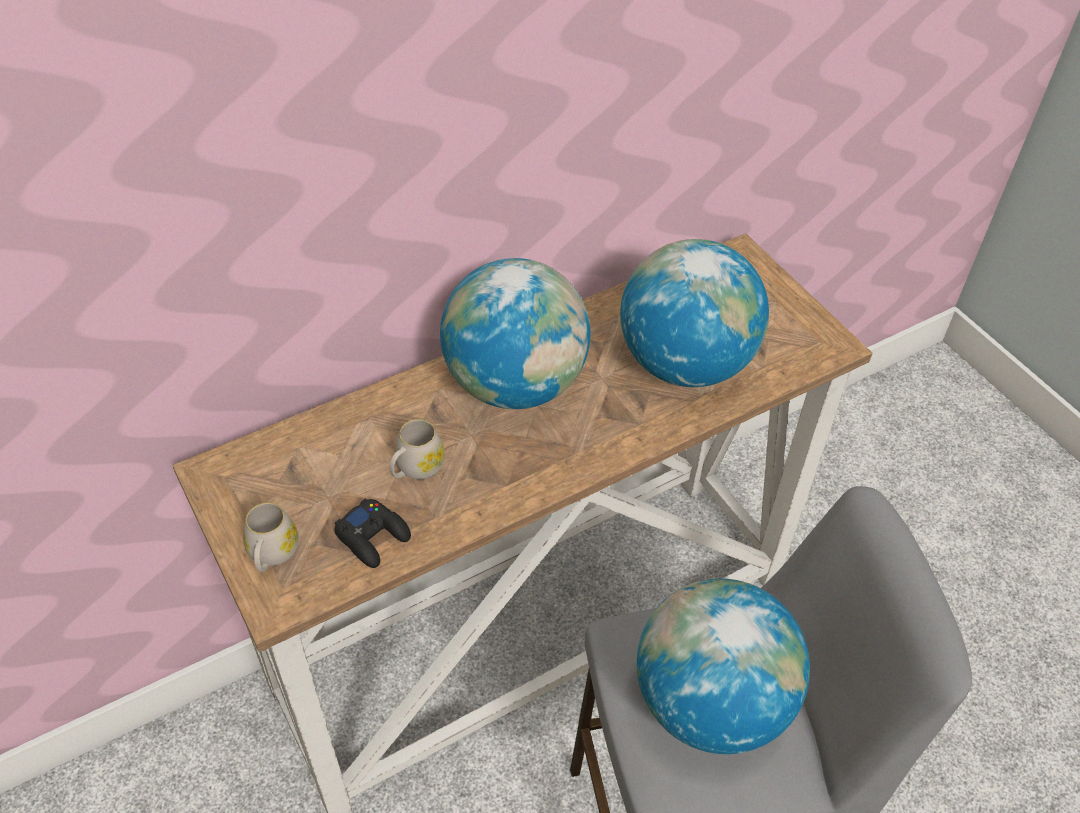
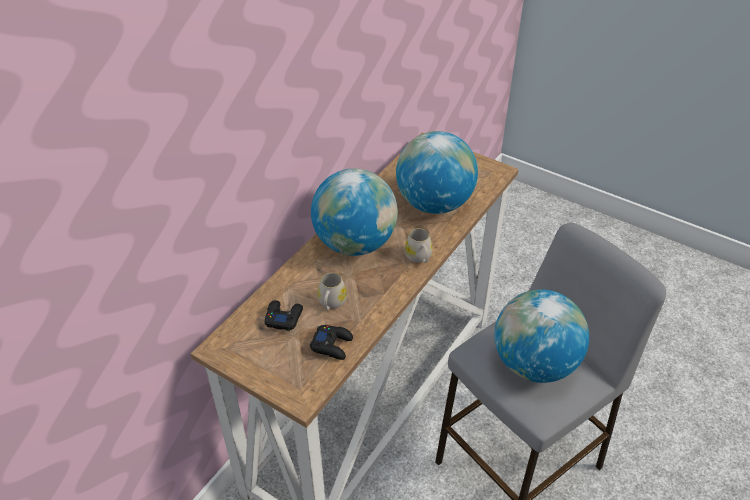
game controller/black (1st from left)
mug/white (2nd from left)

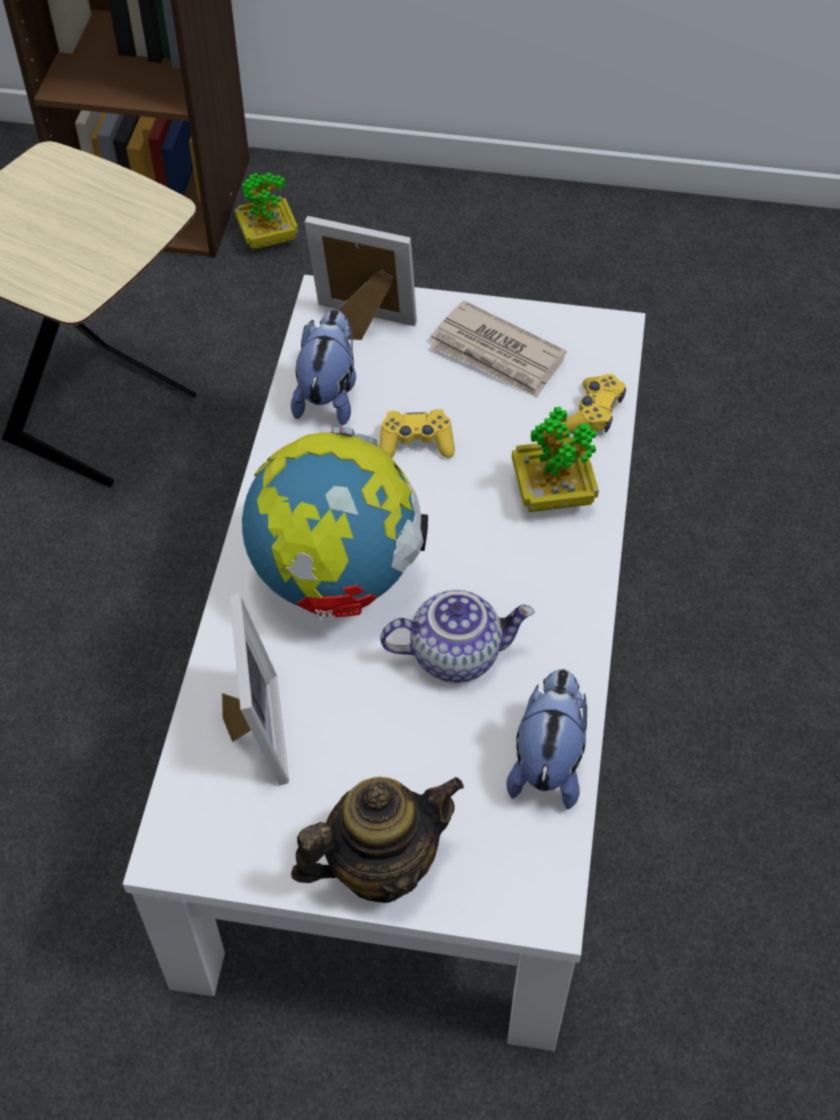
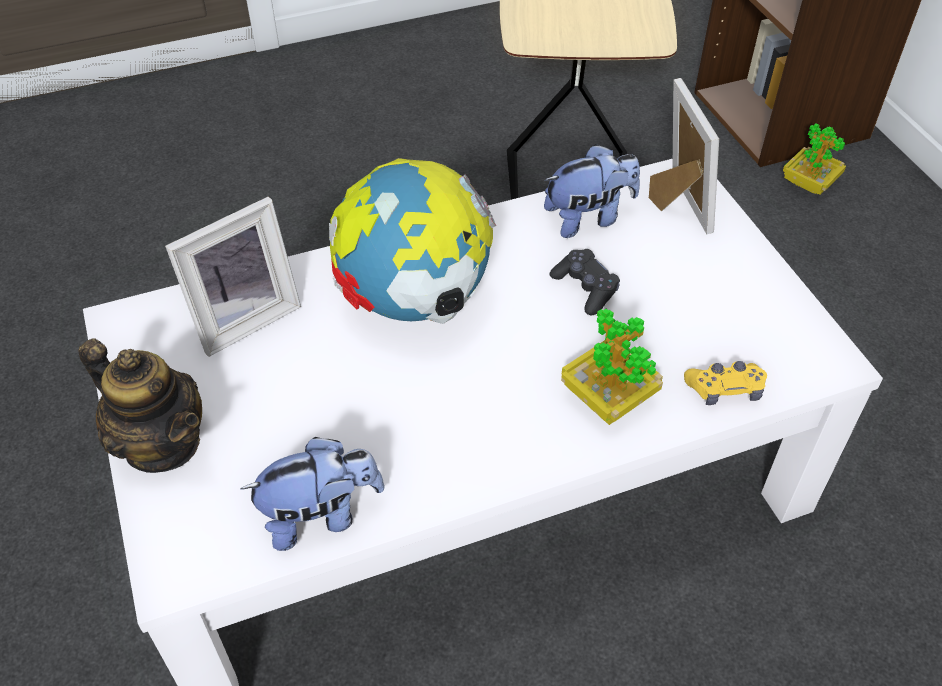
teapot (2nd from left in the first image)
newspaper
game controller/black

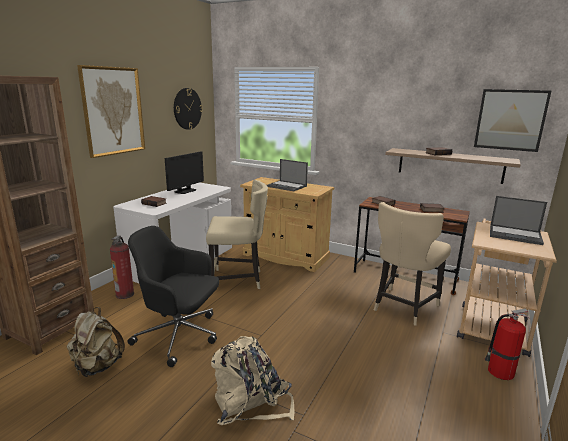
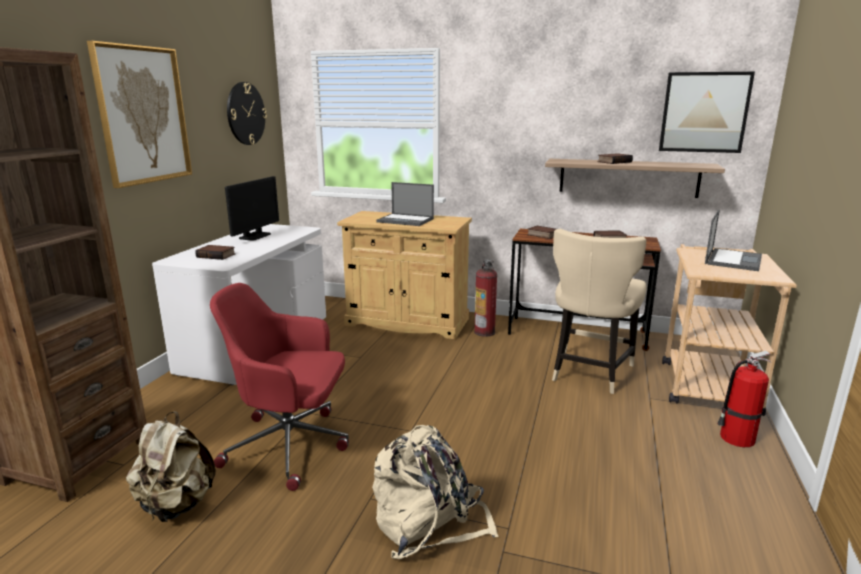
chair/beige (1st from left in the first image)
fire extinguisher (1st from left)
office chair/red
laptop (2nd from left)

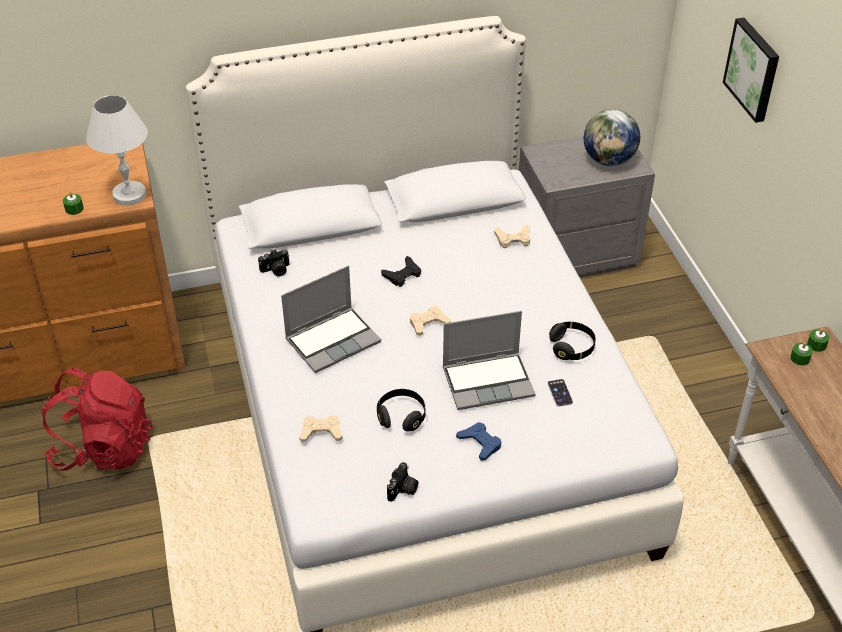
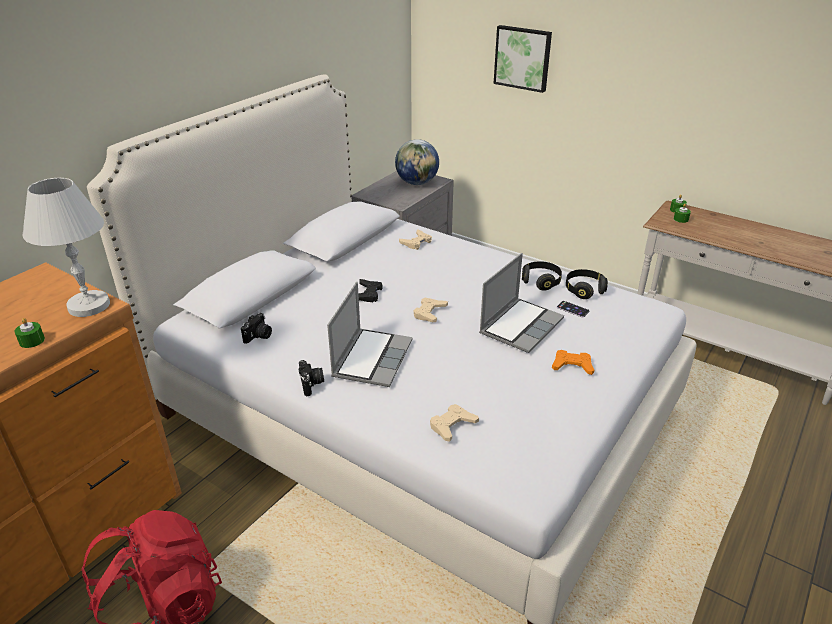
headphones/black (2nd from left)
photo camera (2nd from left)
game controller/orange

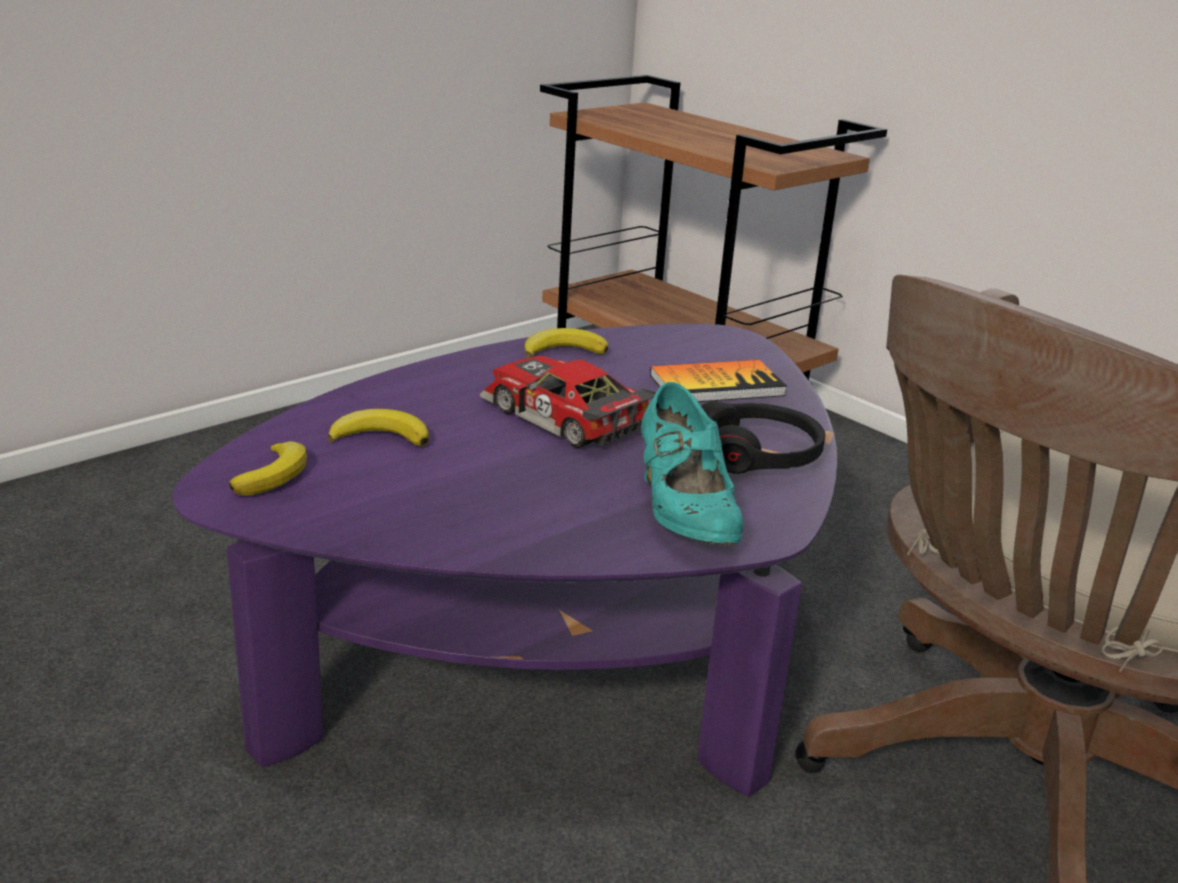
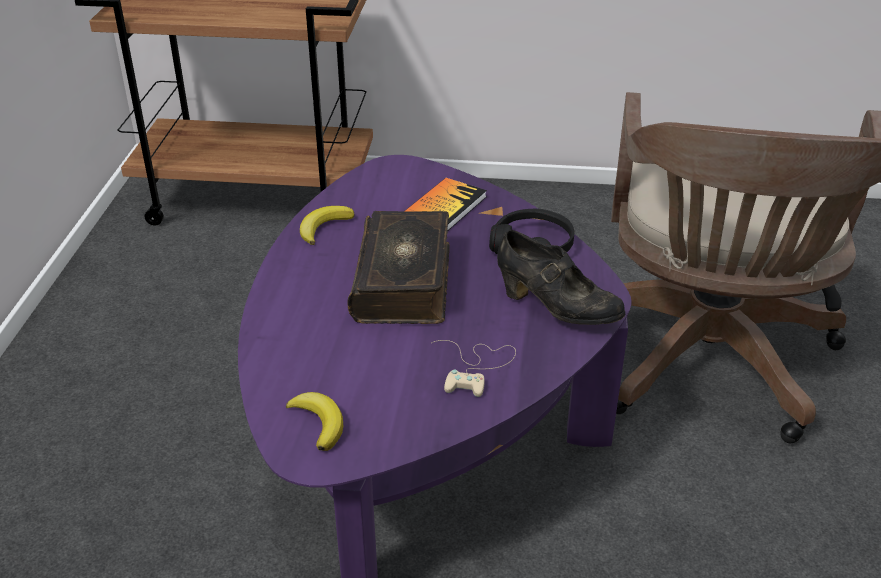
banana (2nd from left in the first image)
game controller/beige
book (1st from left)
shoe/black

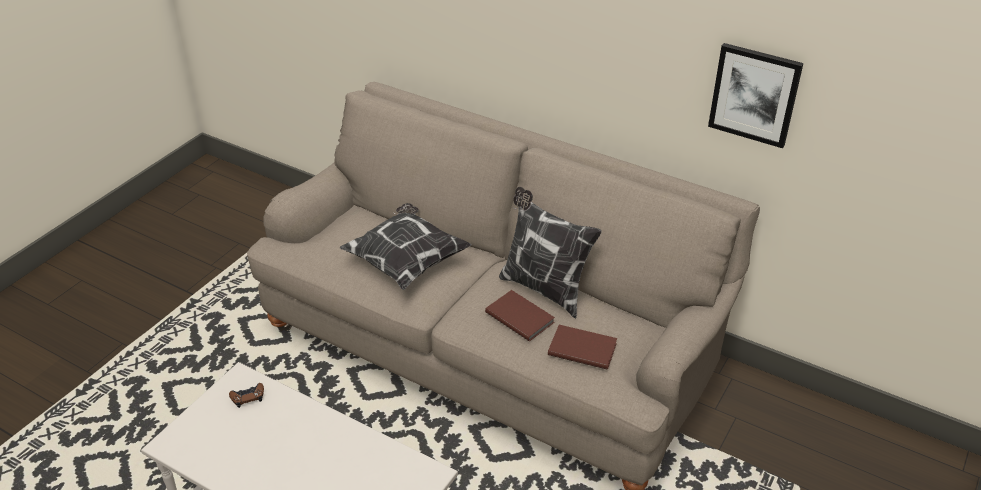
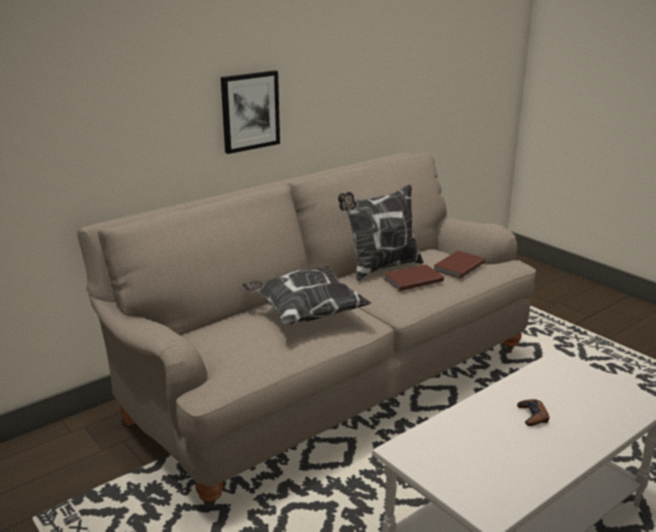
game controller/brown
picture

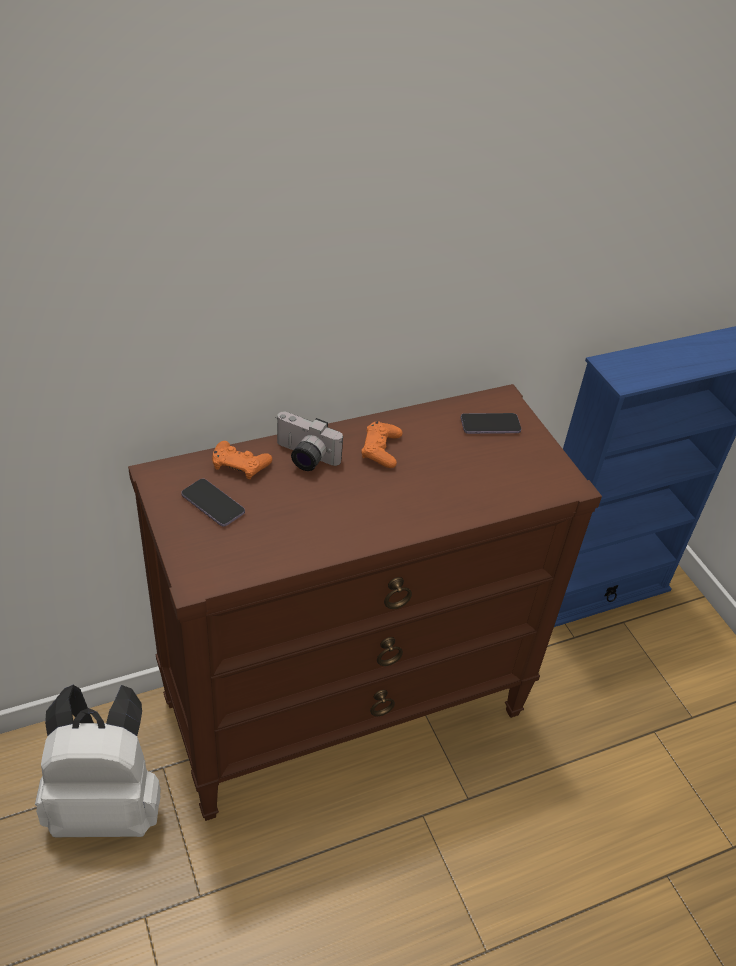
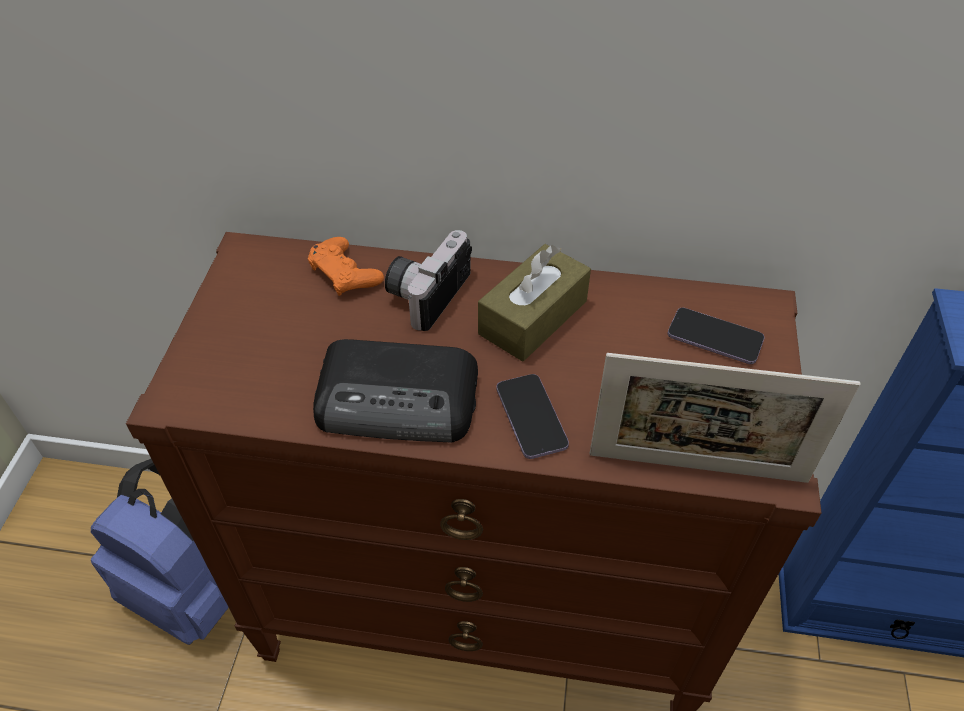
radio
picture frame
phone (1st from left)
tissue box/brown
backpack/blue
photo camera

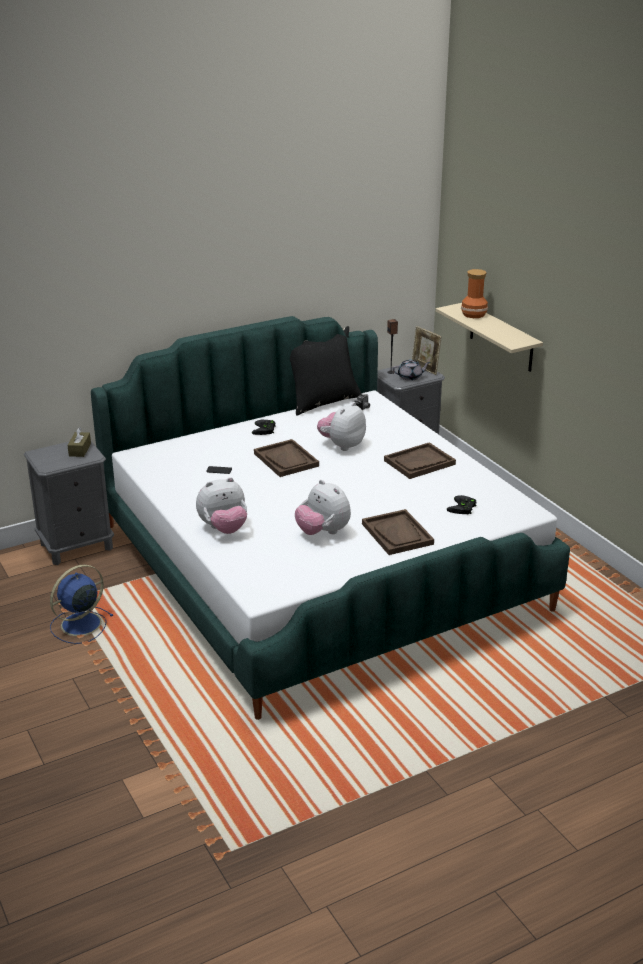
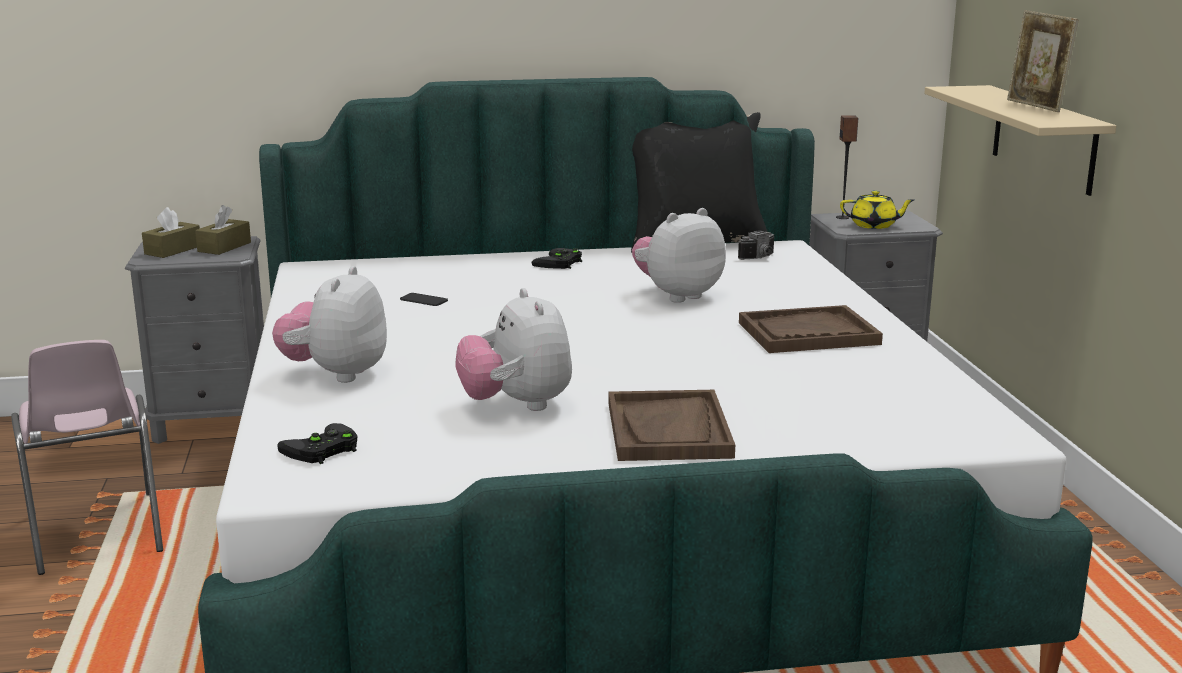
tray/brown (1st from left in the first image)
vase
tissue box/brown (1st from left)
picture frame
game controller/black (1st from left)
chair/pink
teapot/yellow
plush toy (1st from left)

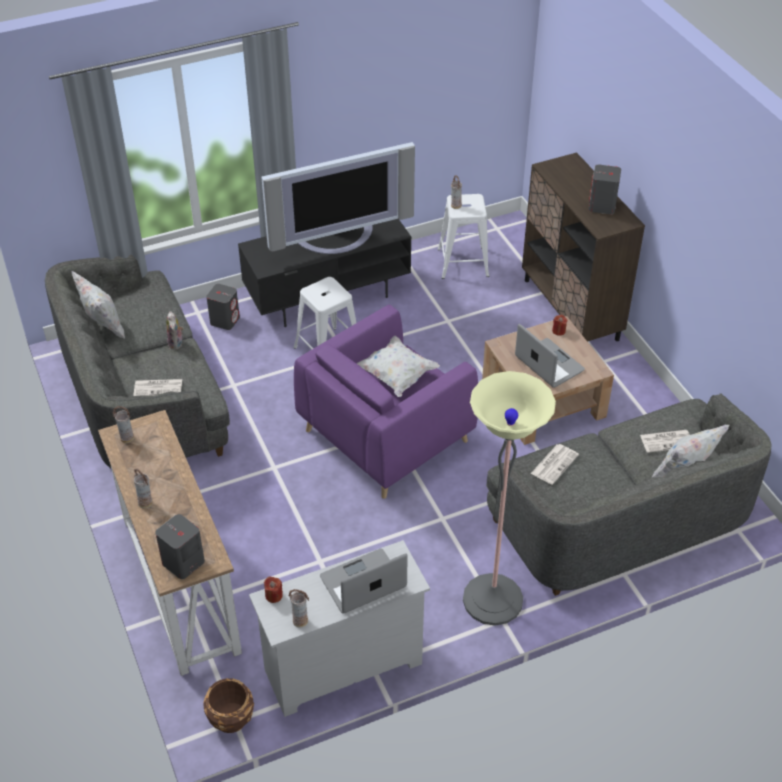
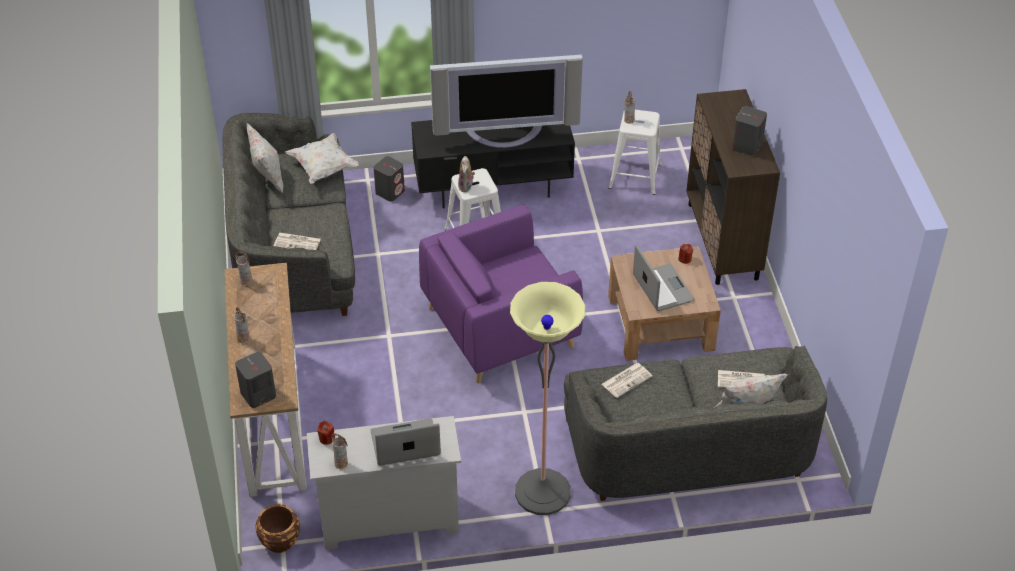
plush toy
pillow/white (2nd from left)

